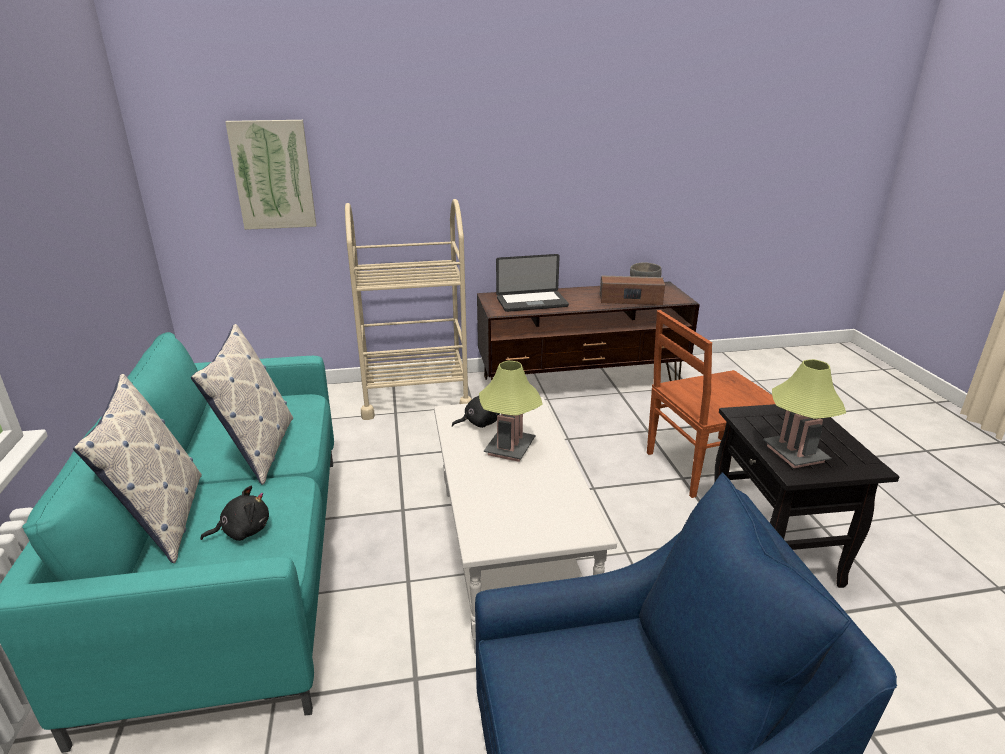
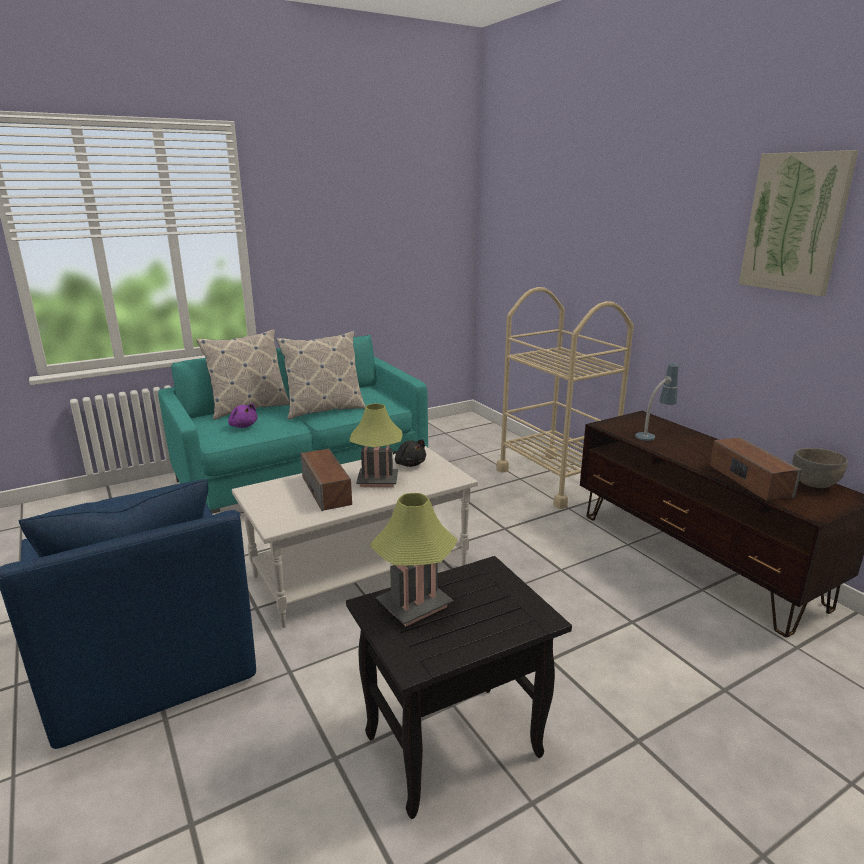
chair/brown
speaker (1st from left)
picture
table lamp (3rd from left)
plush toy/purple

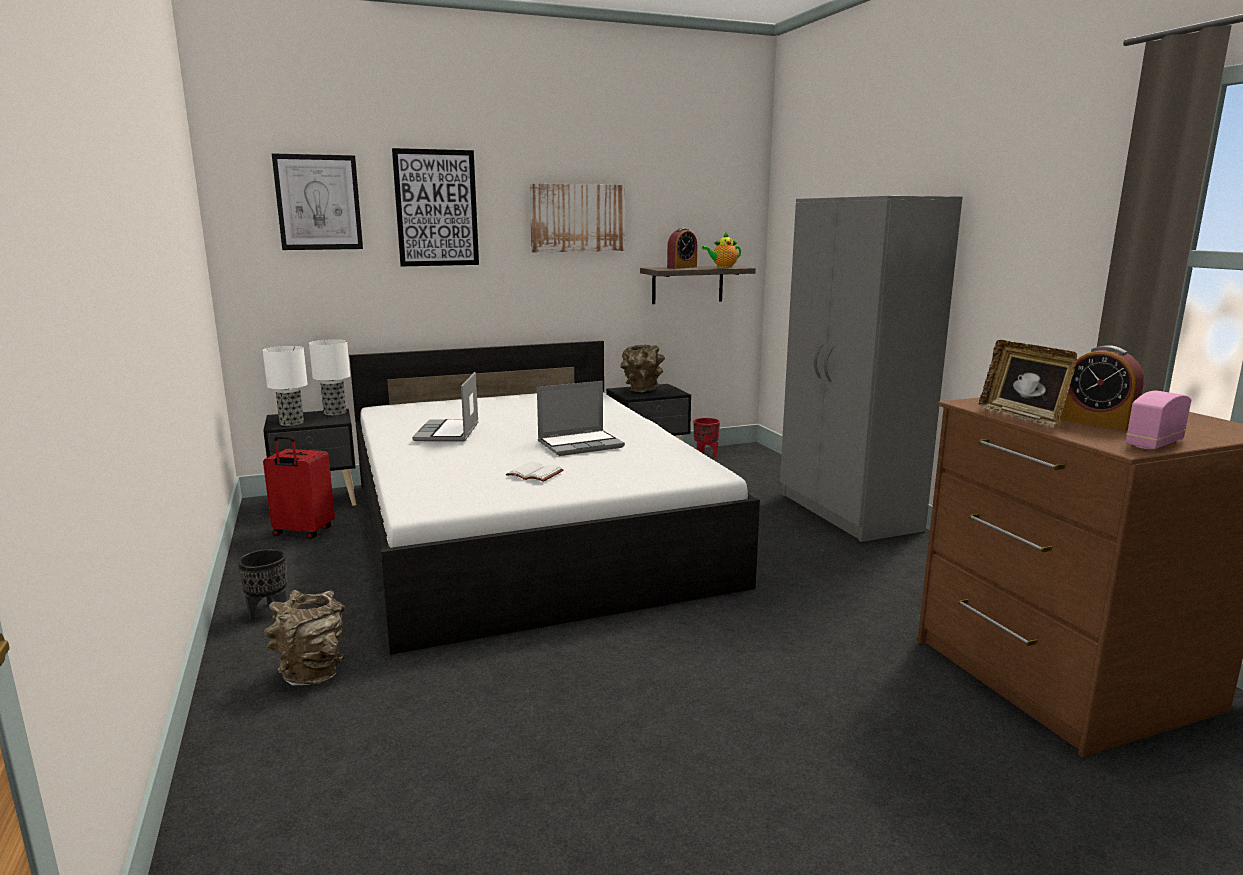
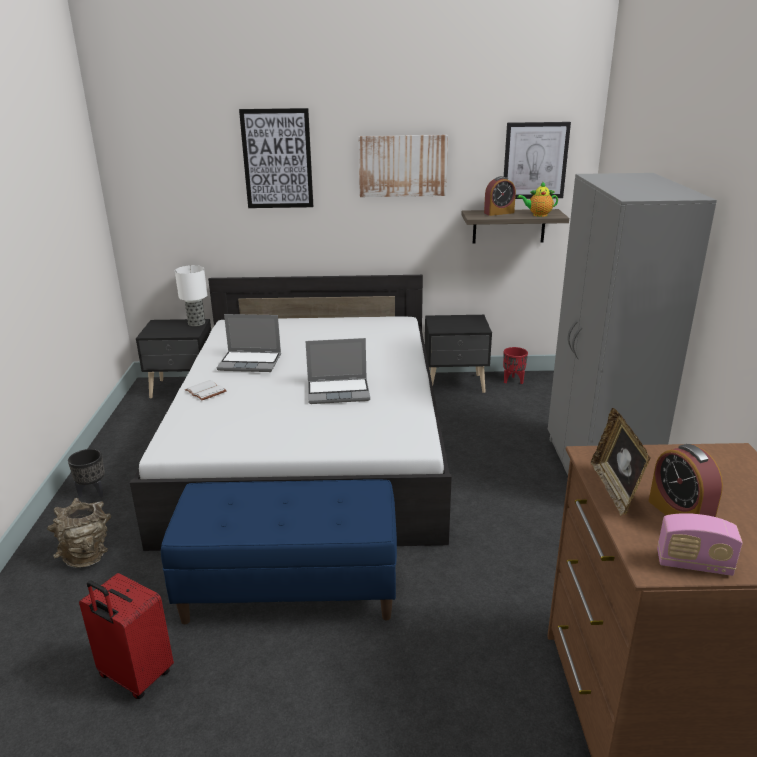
table lamp (1st from left in the first image)
vase/brown (2nd from left in the first image)
bench/blue
suitcase/red
picture (3rd from left)
book/white
laptop (1st from left)
radio

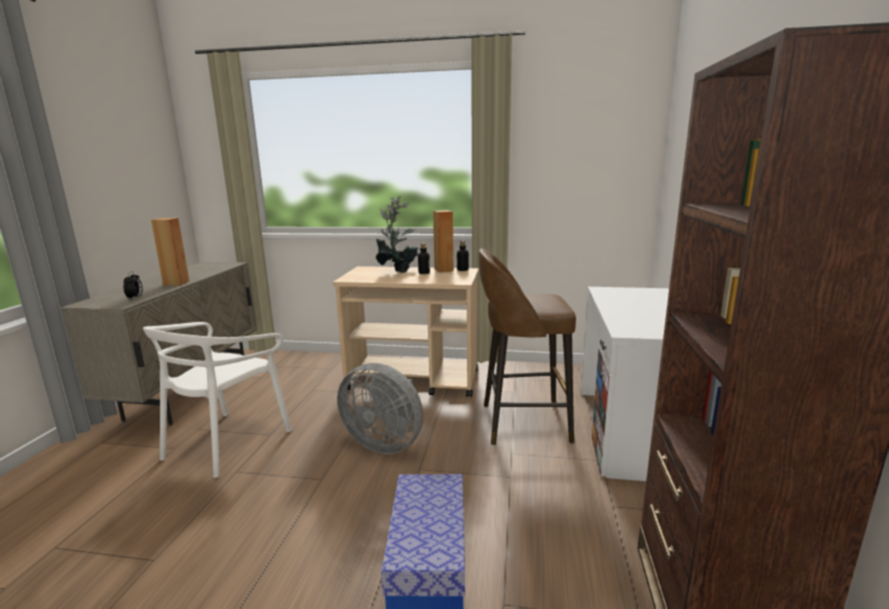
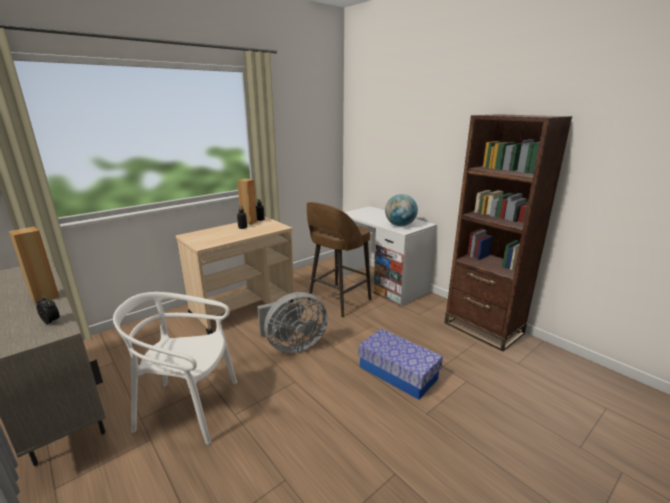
potted plant
globe
chair/white

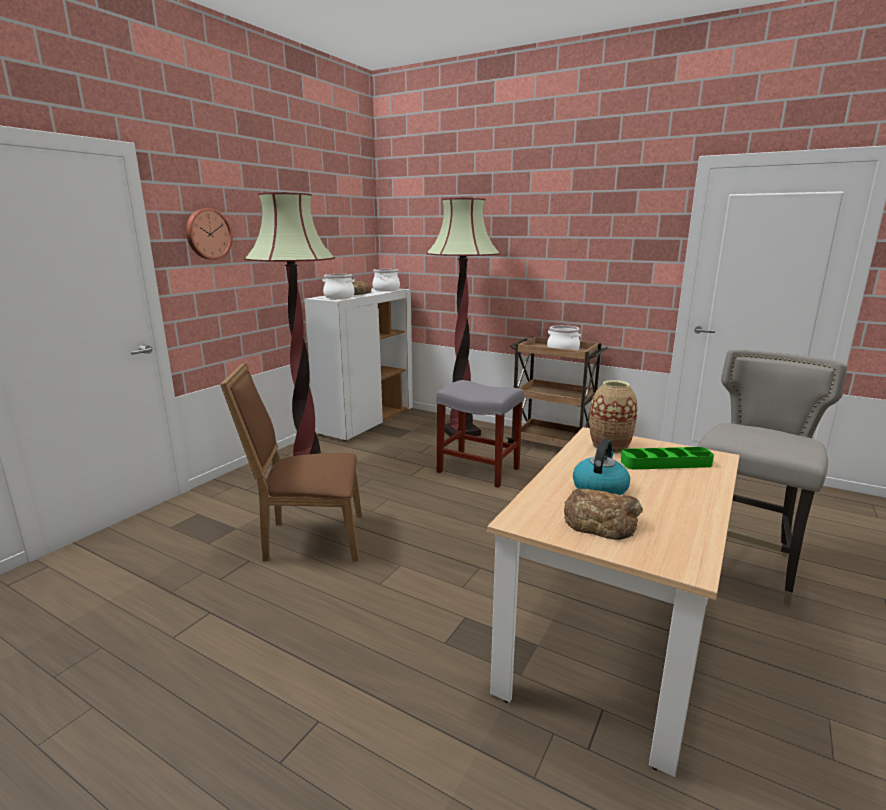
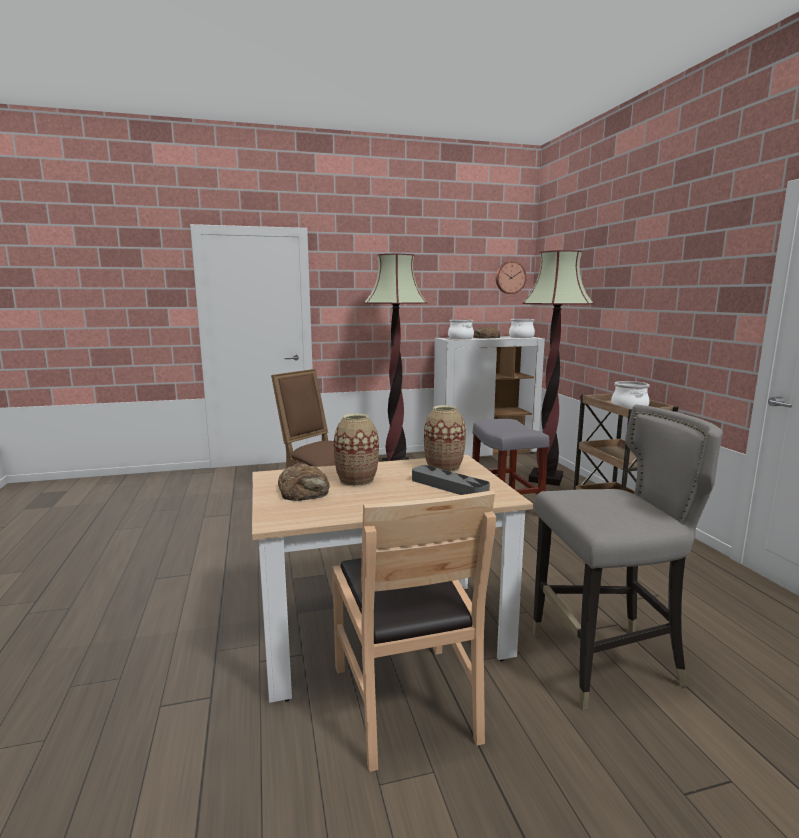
chair/brown (2nd from left)
wall clock
vase (1st from left)
tray/grey

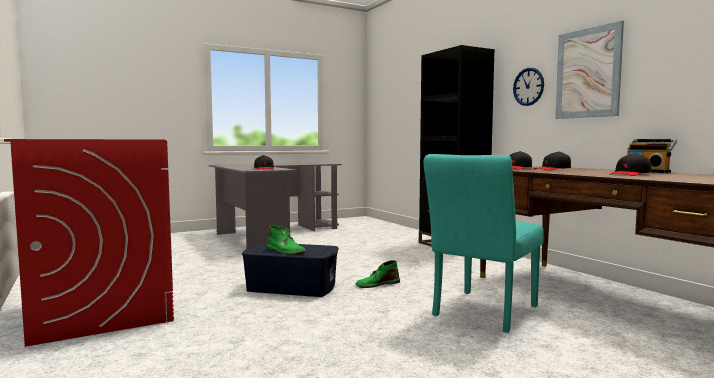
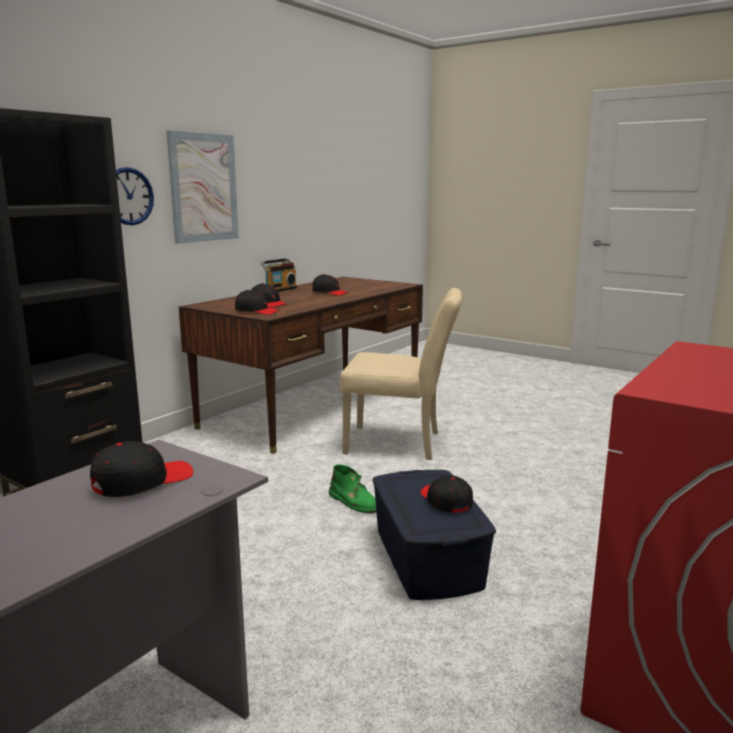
cap/black (5th from left)
chair/beige

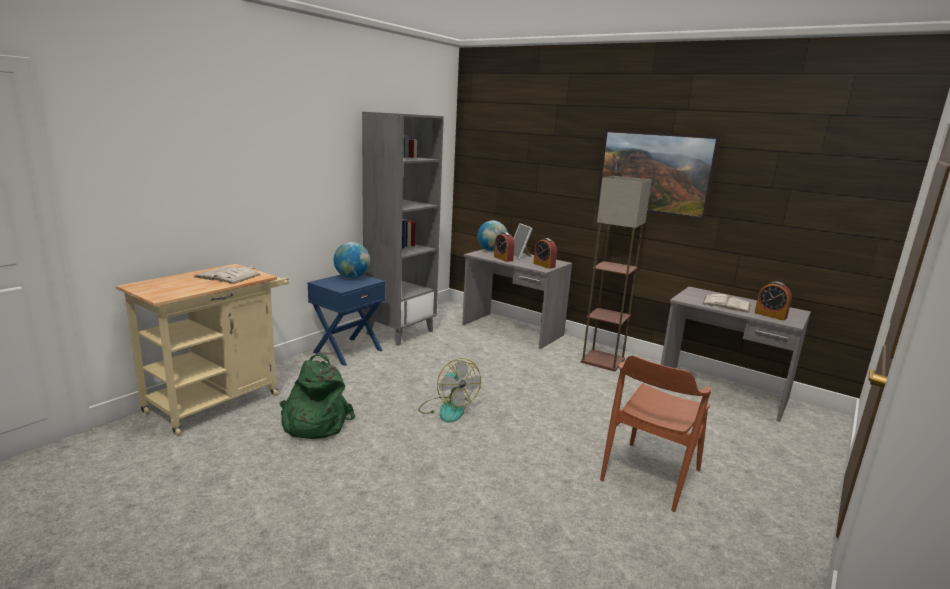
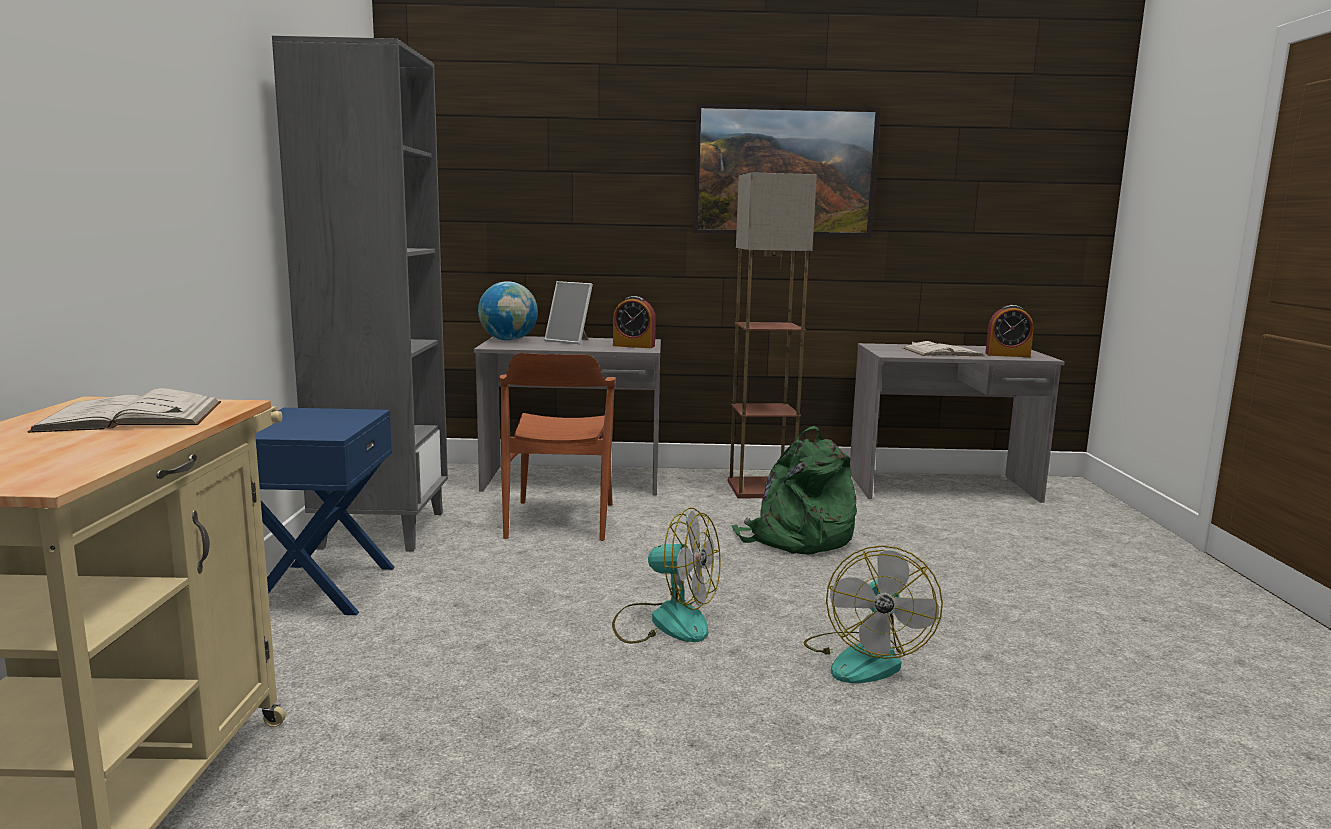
globe (1st from left in the first image)
alarm clock (1st from left in the first image)
fan (2nd from left)
backpack/green
chair/brown

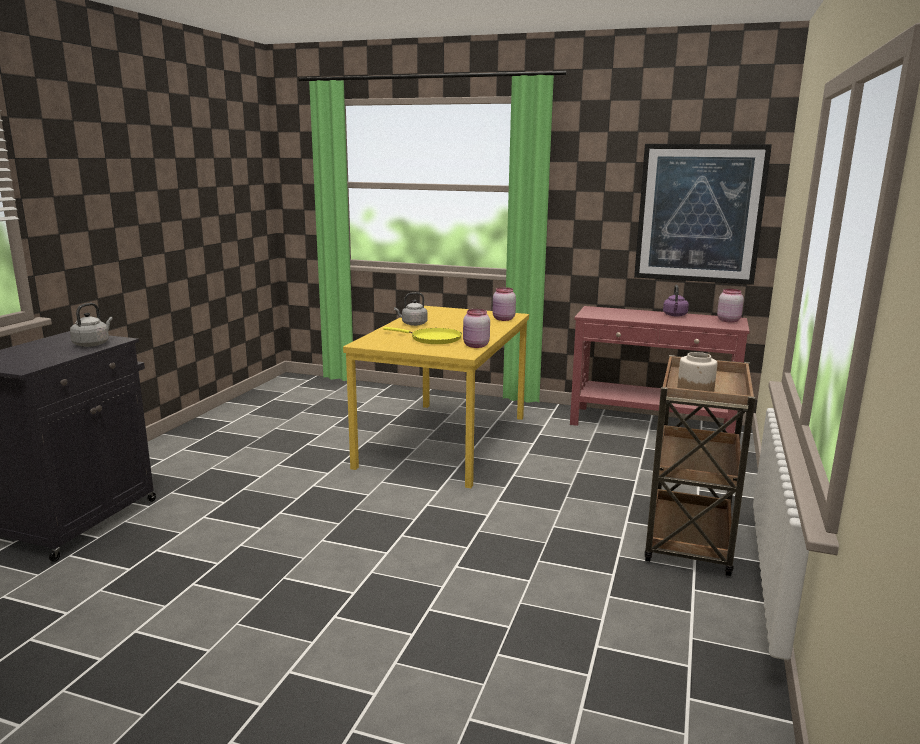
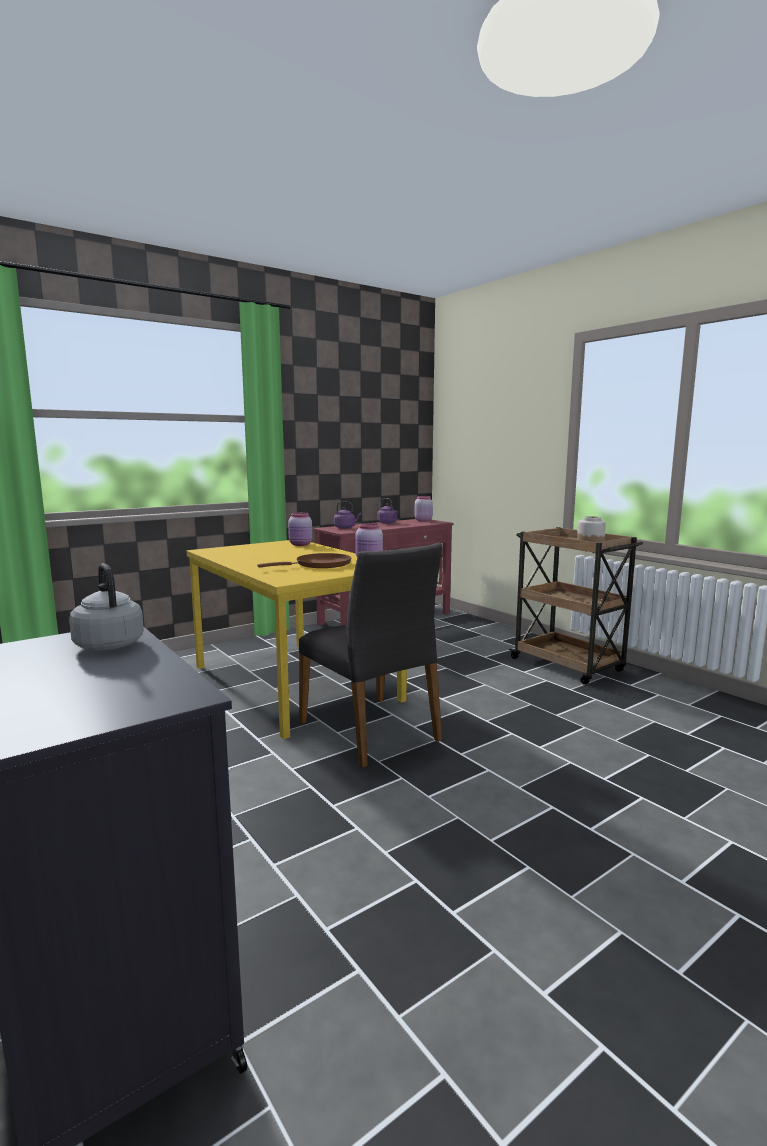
kettle/grey (2nd from left in the first image)
picture
chair/grey
kettle/purple (1st from left)
frying pan/brown

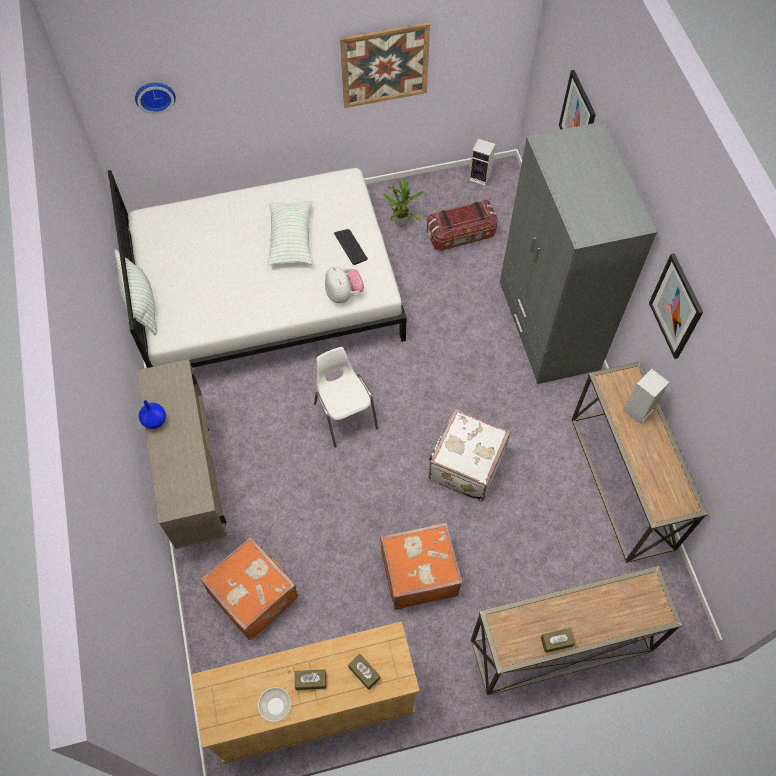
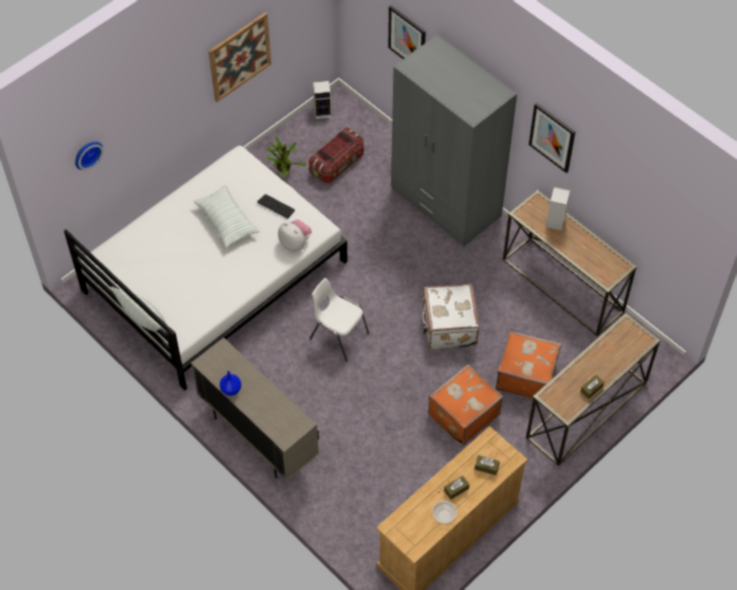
suitcase/orange (2nd from left)

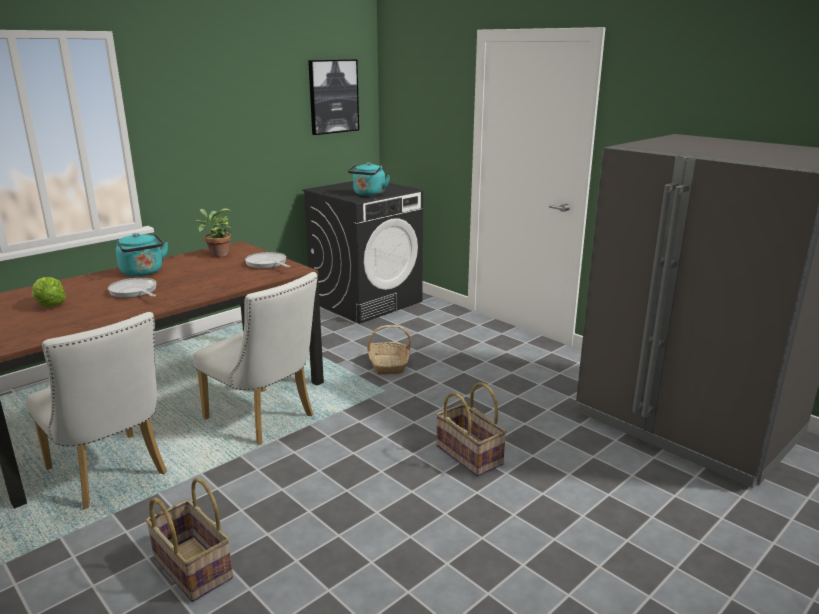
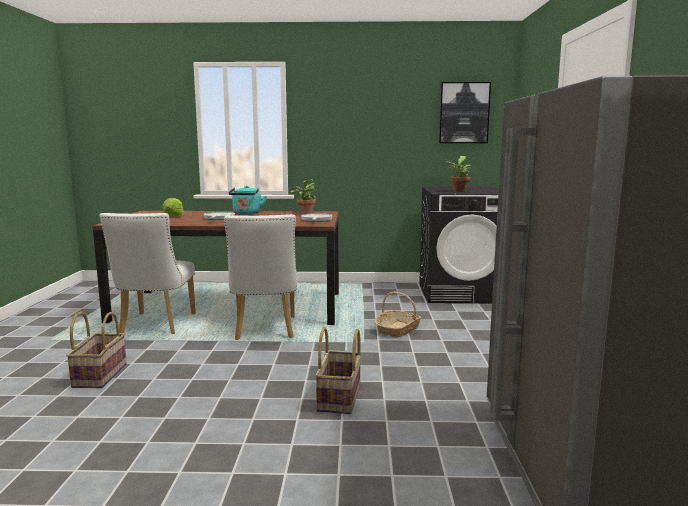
potted plant (2nd from left)

